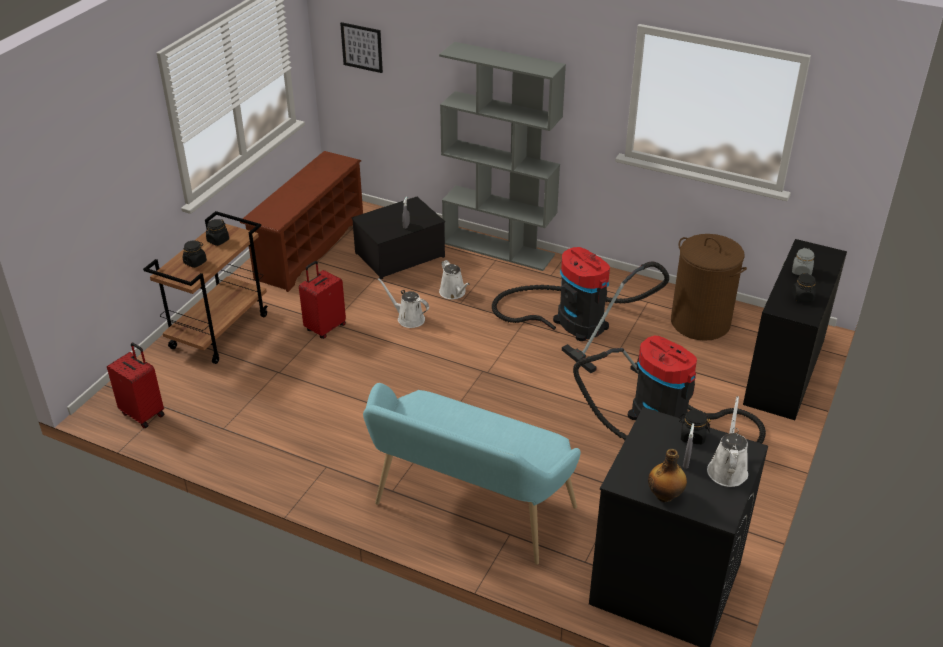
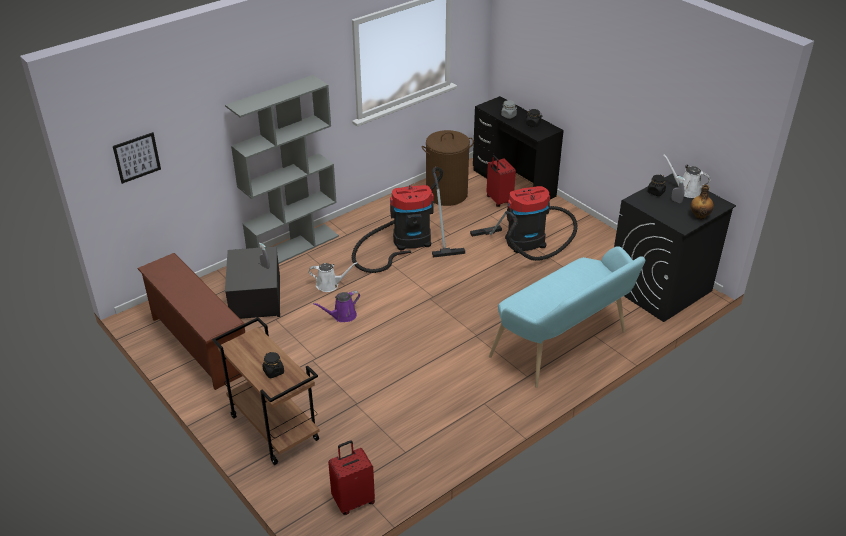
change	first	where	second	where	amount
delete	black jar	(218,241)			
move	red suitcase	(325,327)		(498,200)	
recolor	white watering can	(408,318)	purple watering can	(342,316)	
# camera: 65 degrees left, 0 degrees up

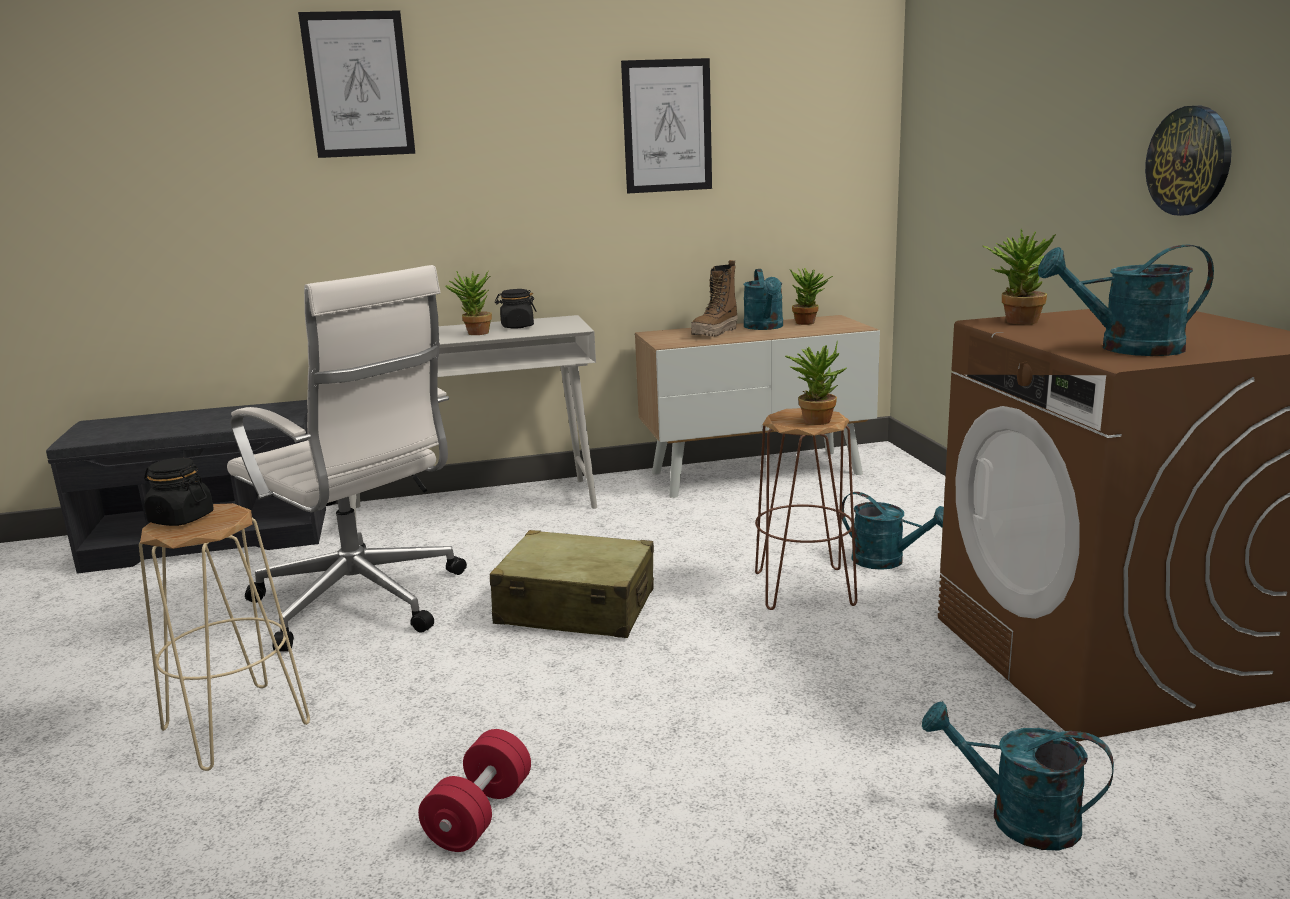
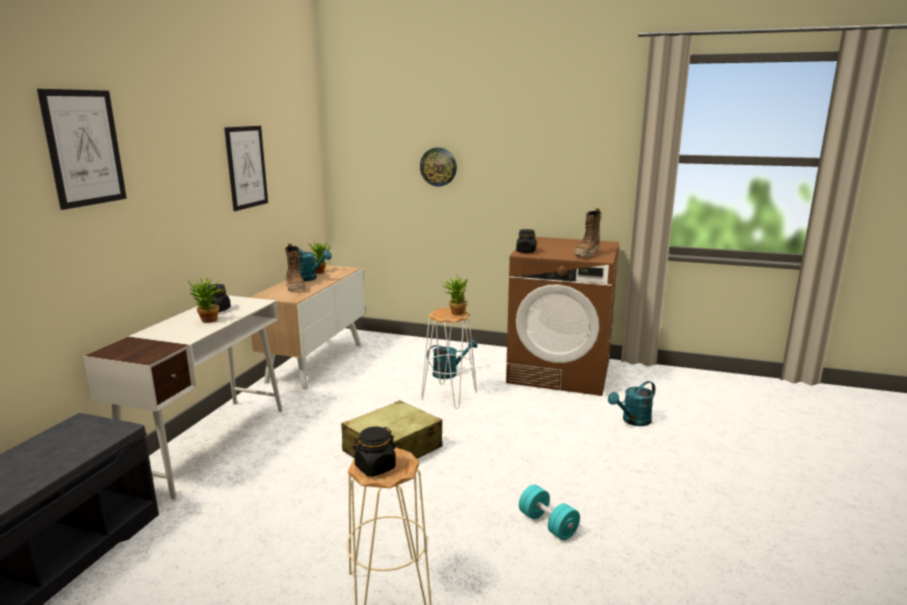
change	first	where	second	where	amount
move	wall clock	(1189,161)		(438,167)	
replace	potted plant	(1014,321)	black jar	(526,251)	
replace	turquoise watering can	(1126,348)	boot	(587,254)	
delete	white office chair	(362,603)			
recolor	brown stool	(803,589)	white stool	(449,396)	
recolor	red dumbbell	(479,815)	turquoise dumbbell	(548,524)	
# camera: 60 degrees left, 0 degrees up

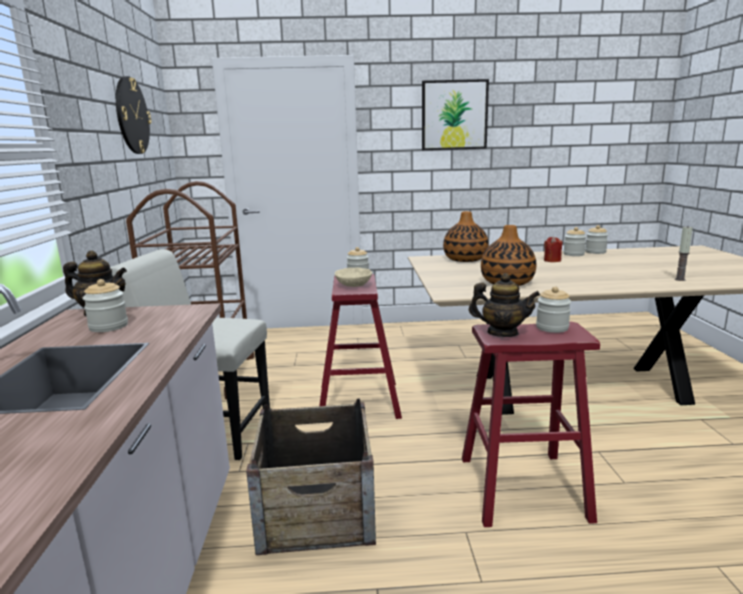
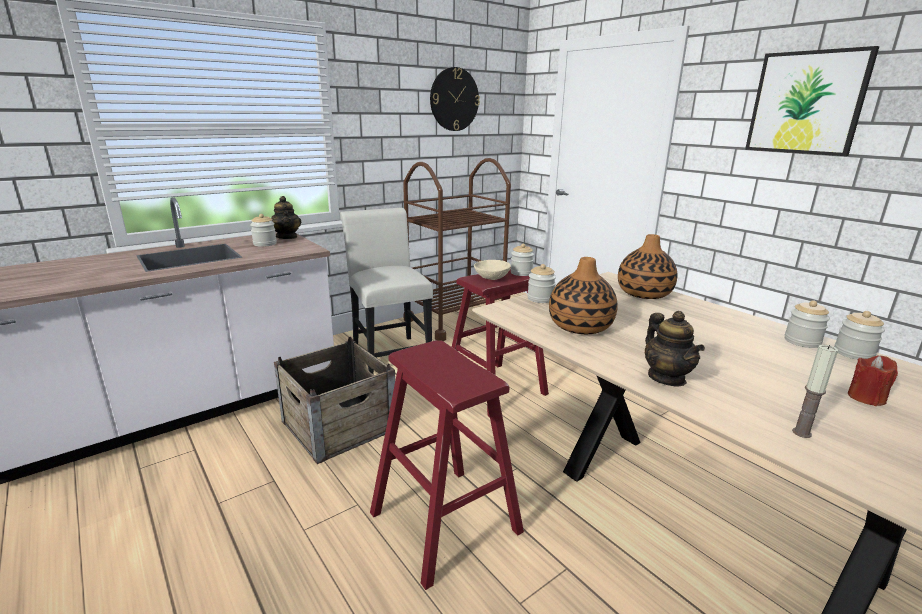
change	first	where	second	where	amount
move	red candle	(552,260)		(866,397)	
move	teapot	(502,333)		(666,378)	
move	jar	(552,327)		(540,298)	
# camera: 55 degrees right, 5 degrees up

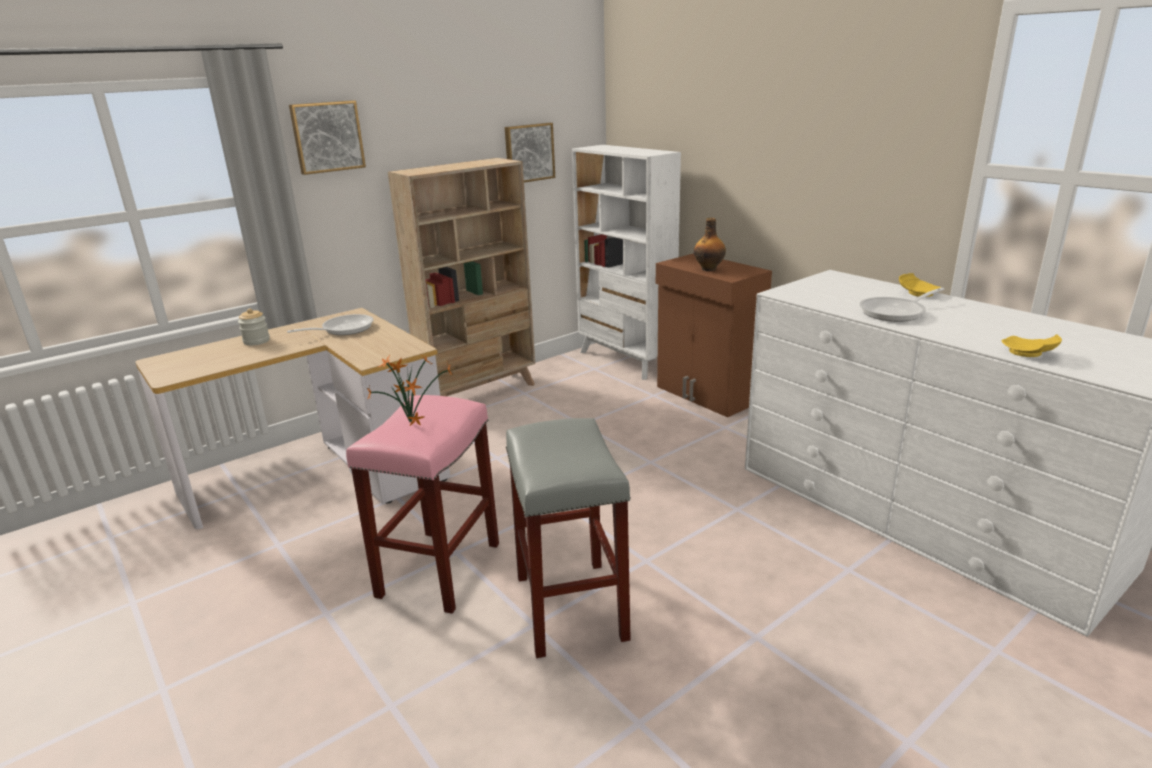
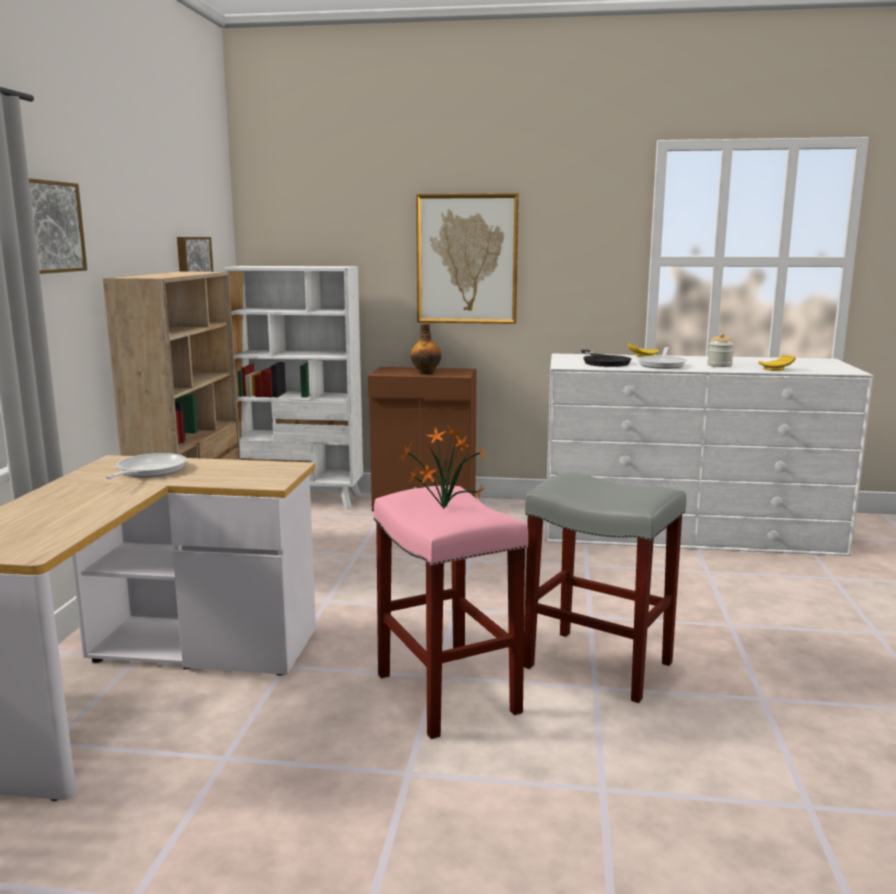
change	first	where	second	where	amount
move	jar	(256,341)		(719,365)	
insert			picture	(467,259)	
insert			black frying pan	(603,362)	
# camera: 45 degrees left, 10 degrees down

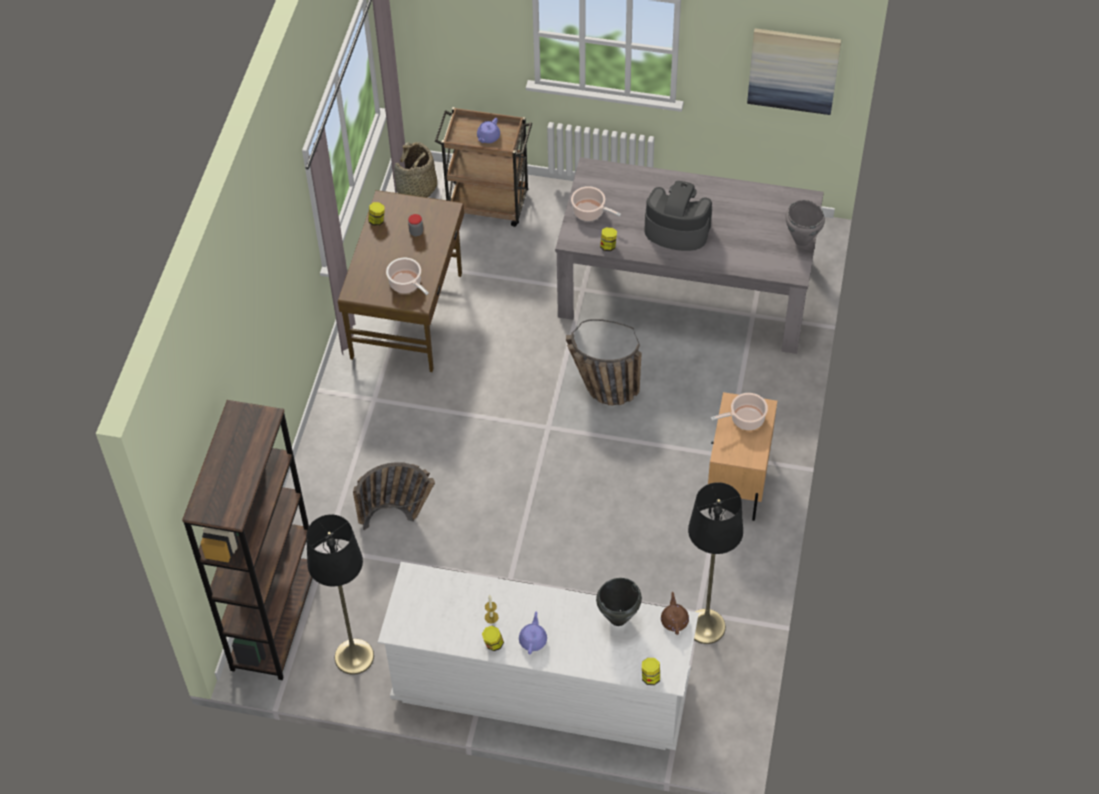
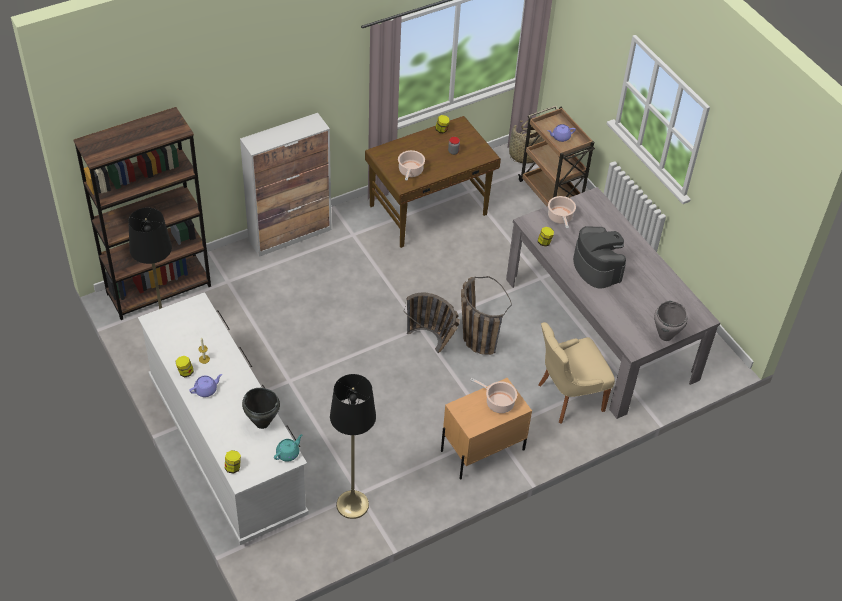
change	first	where	second	where	amount
delete	picture	(793,70)			
move	basket	(398,516)		(433,344)	
recolor	brown teapot	(674,620)	turquoise teapot	(288,453)	
insert			cabinet	(290,235)	
insert			beige chair	(568,397)	
# camera: 45 degrees right, 5 degrees down

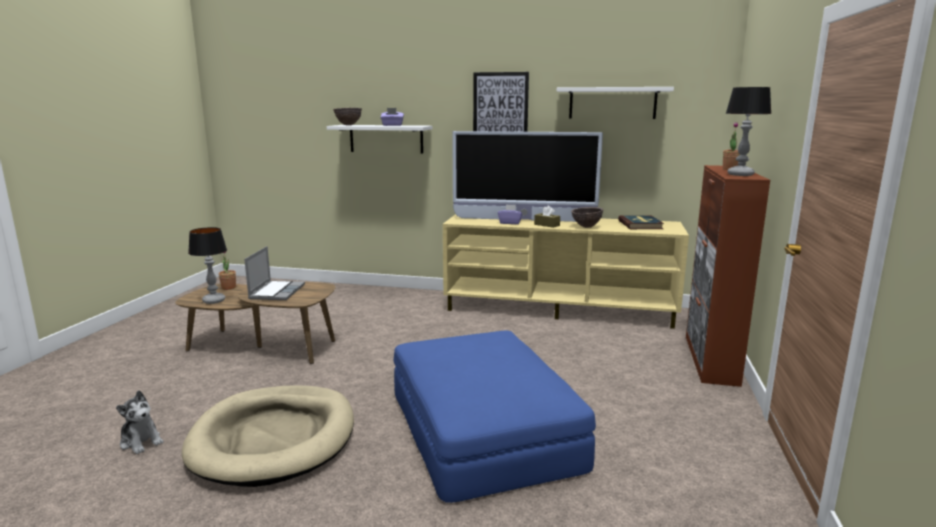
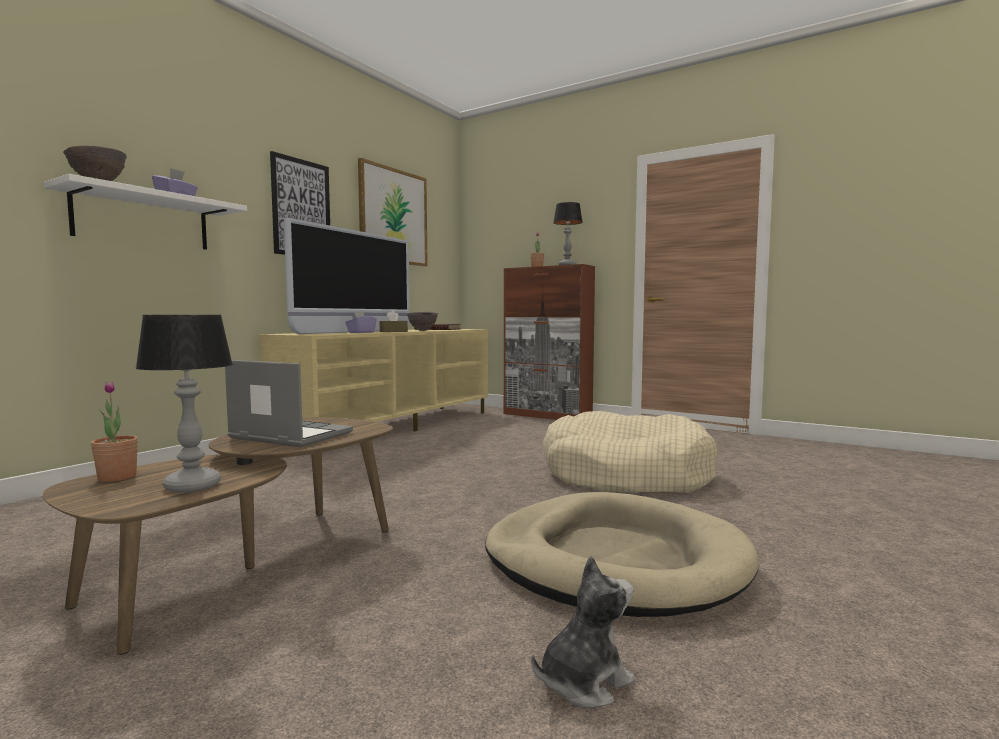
change	first	where	second	where	amount
replace	white shelf	(612,103)	picture	(393,216)	
replace	blue ottoman	(483,428)	beige dog bed	(625,474)	
# camera: 70 degrees left, 10 degrees down

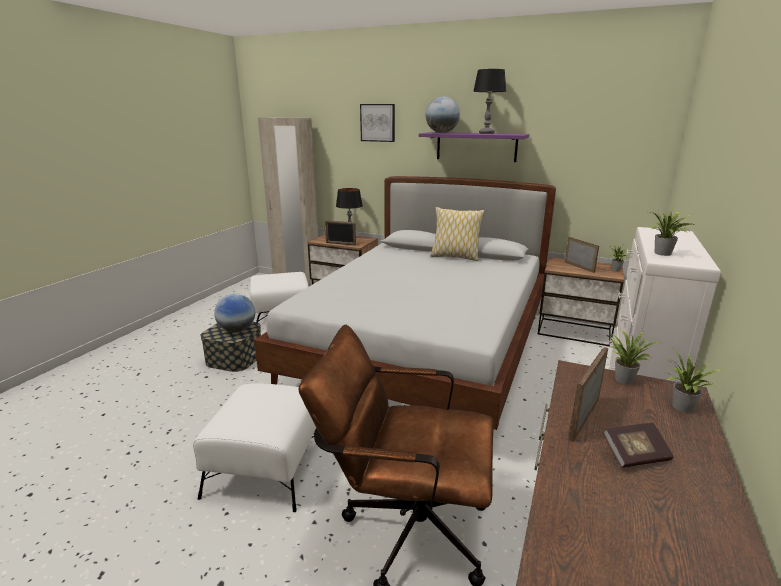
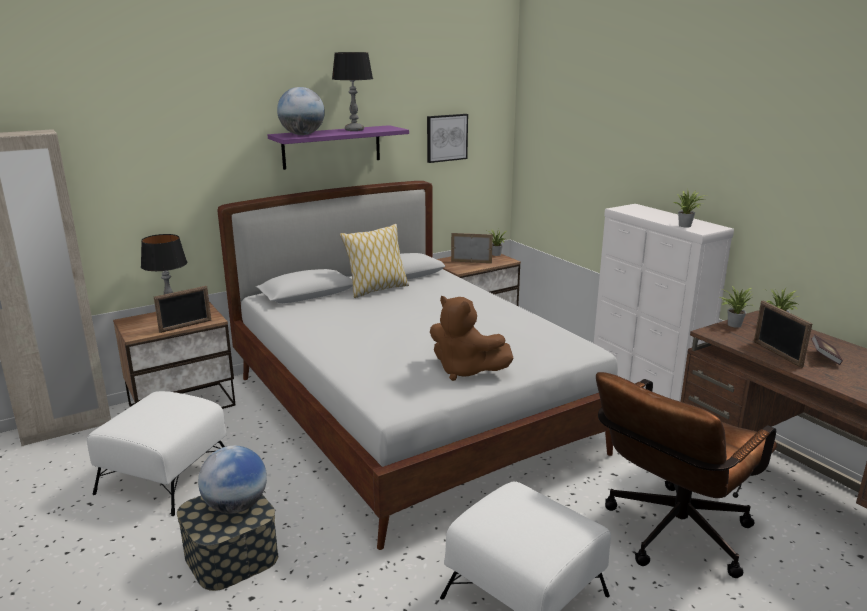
change	first	where	second	where	amount
move	picture	(378,122)		(446,137)	
insert			brown plush toy	(465,371)	
# camera: 55 degrees left, 0 degrees up

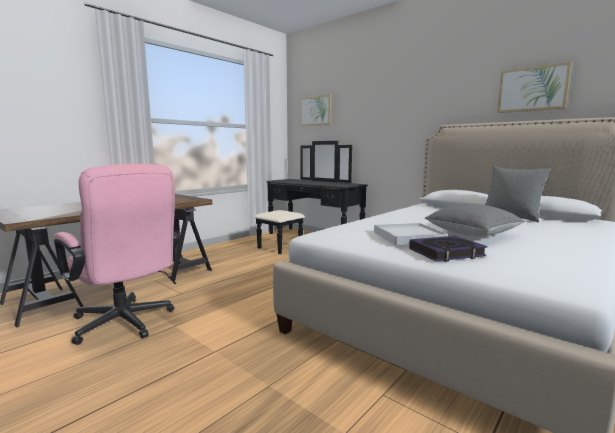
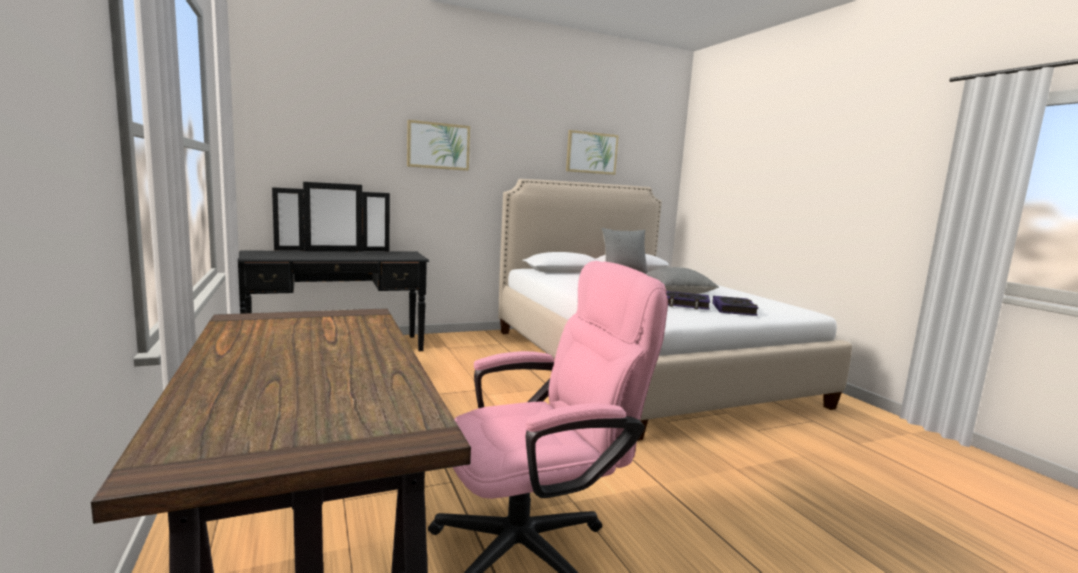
change	first	where	second	where	amount
move	picture	(316,111)		(438,146)	
replace	white tray	(408,237)	book	(685,304)	
# camera: 65 degrees left, 0 degrees up

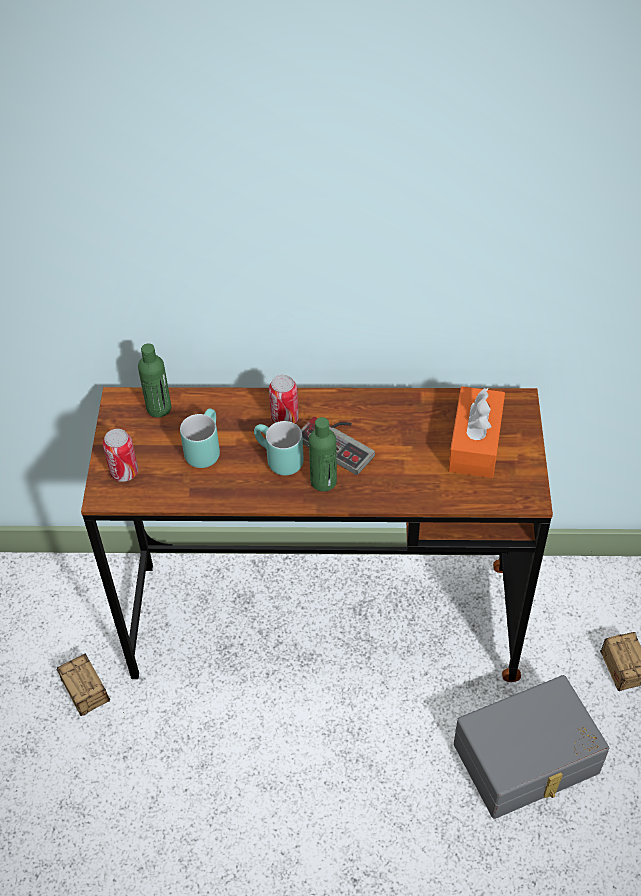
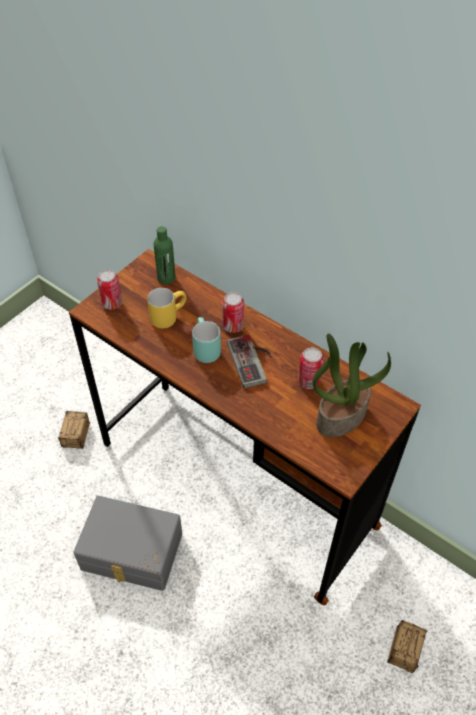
change	first	where	second	where	amount
replace	orange tissue box	(475,443)	potted plant	(341,415)	
recolor	turquoise mug	(203,449)	yellow mug	(167,316)	
delete	green bottle	(323,481)			
move	grey storage box	(528,760)		(131,553)	
insert			can	(308,381)	
# camera: 35 degrees right, 0 degrees up

